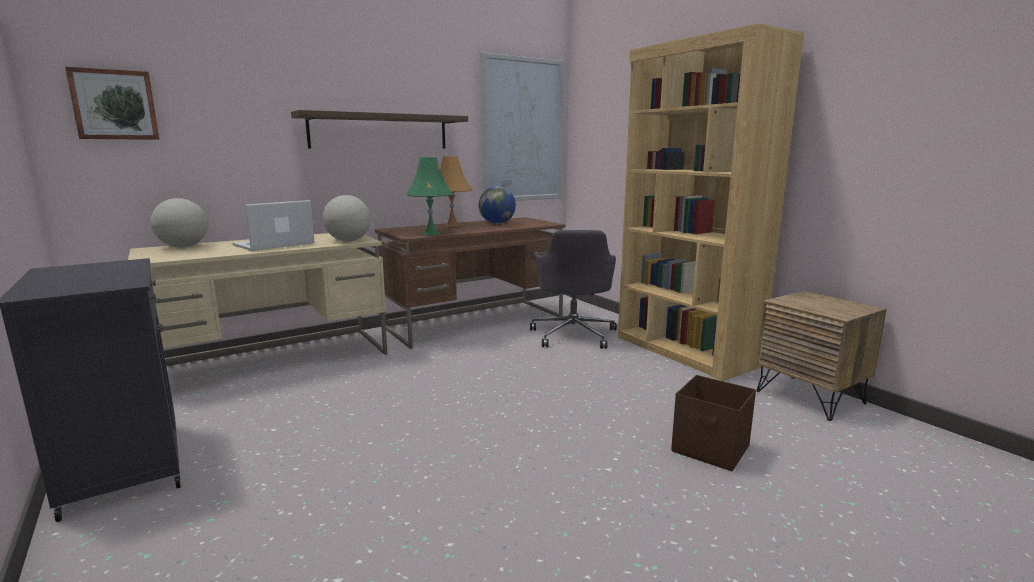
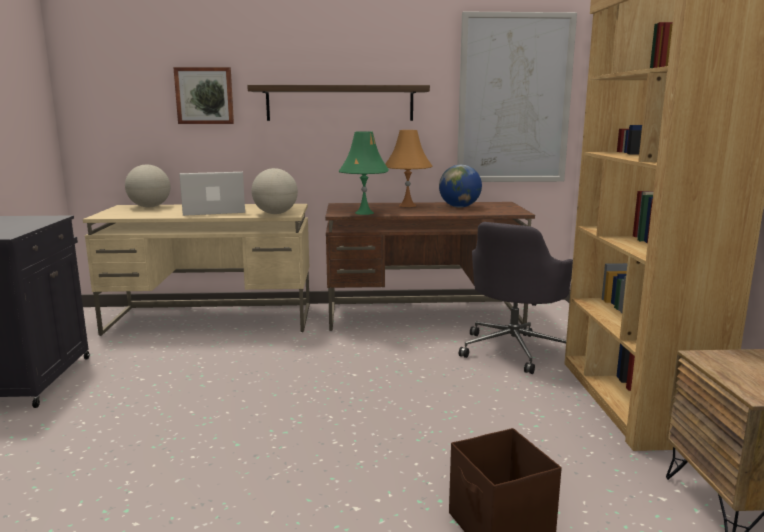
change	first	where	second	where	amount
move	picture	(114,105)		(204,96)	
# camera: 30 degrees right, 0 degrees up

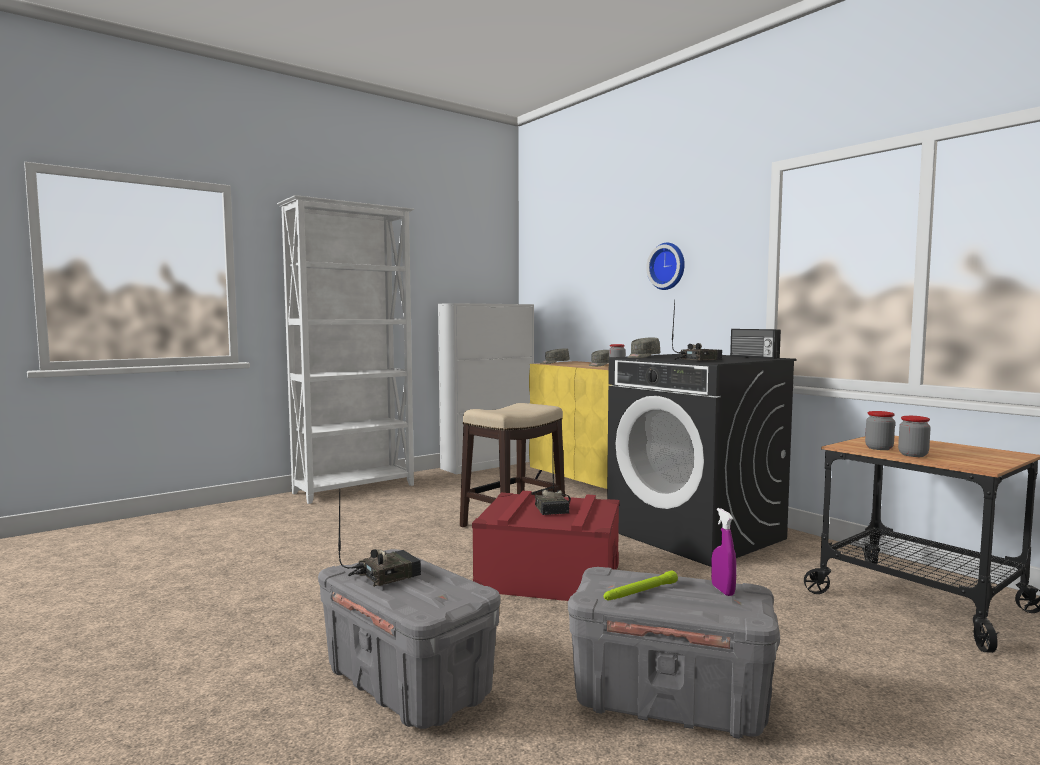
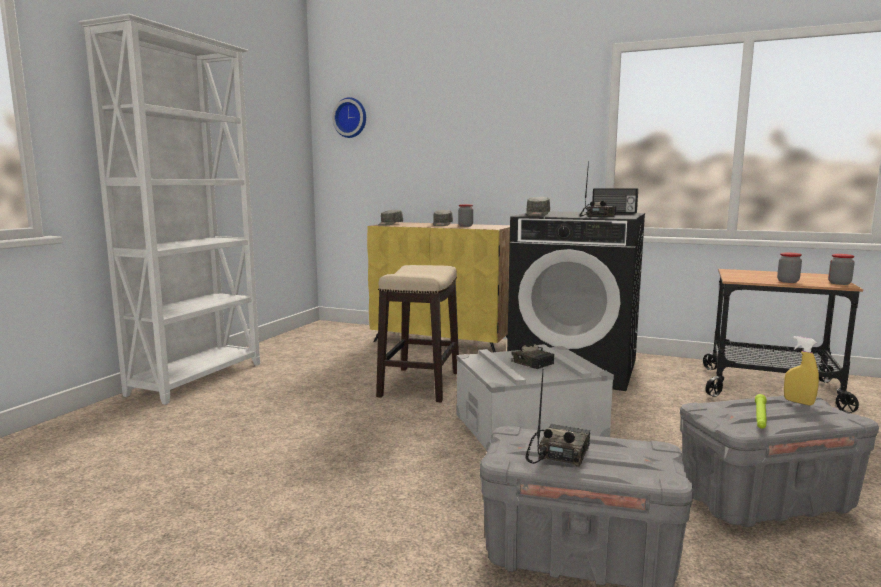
change	first	where	second	where	amount
move	wall clock	(668,266)		(351,118)	
delete	white cabinet	(488,464)			
move	jar	(879,448)		(839,283)	
recolor	red storage box	(549,577)	grey storage box	(529,426)	
recolor	purple spray bottle	(722,590)	yellow spray bottle	(798,402)	
# camera: 30 degrees left, 5 degrees up

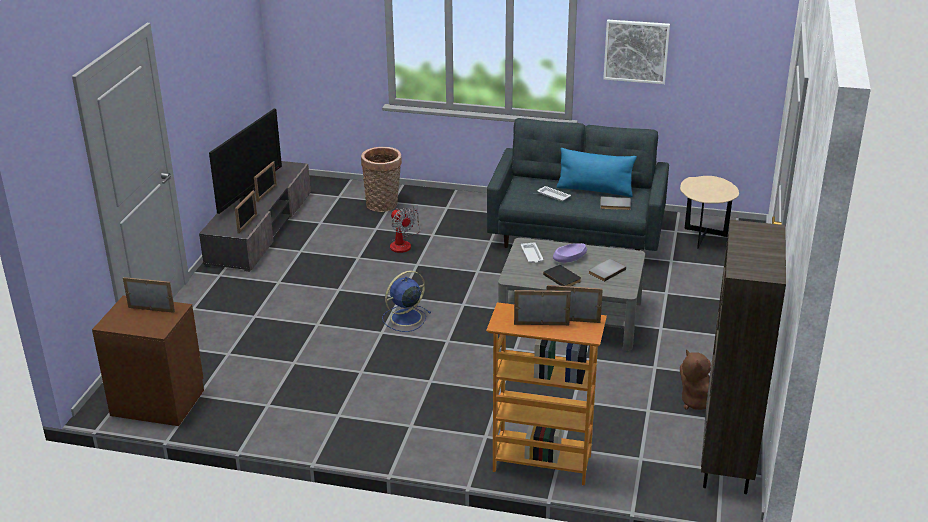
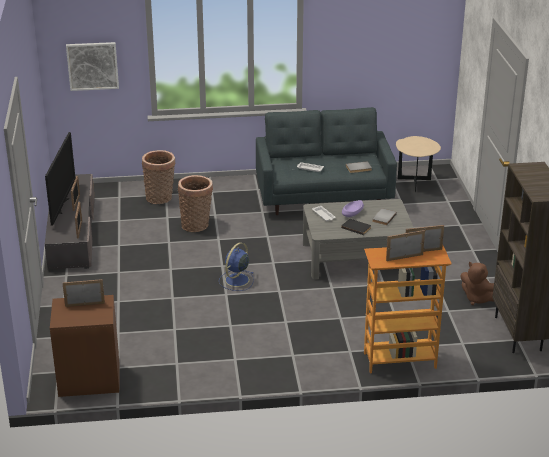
change	first	where	second	where	amount
move	picture	(636,51)		(92,66)	
delete	blue pillow	(595,190)			
replace	fan	(403,243)	basket	(196,225)	
# camera: 20 degrees left, 0 degrees up

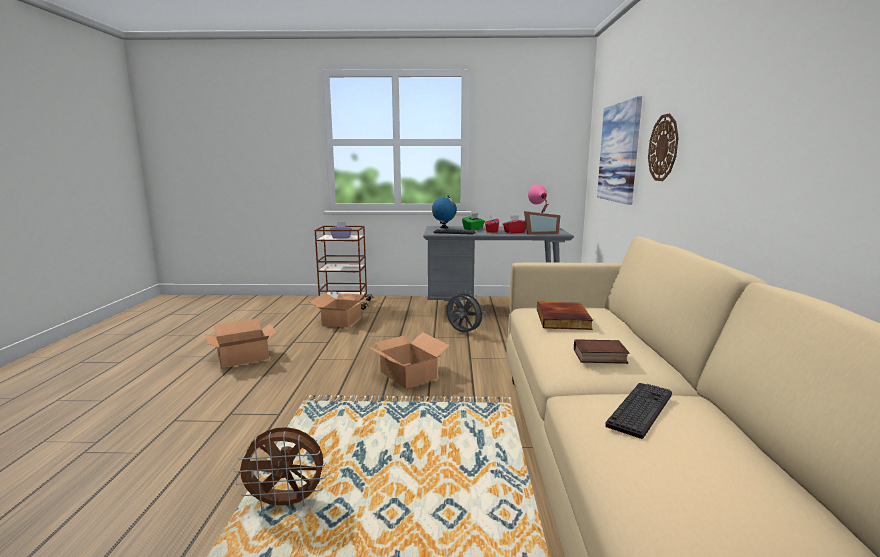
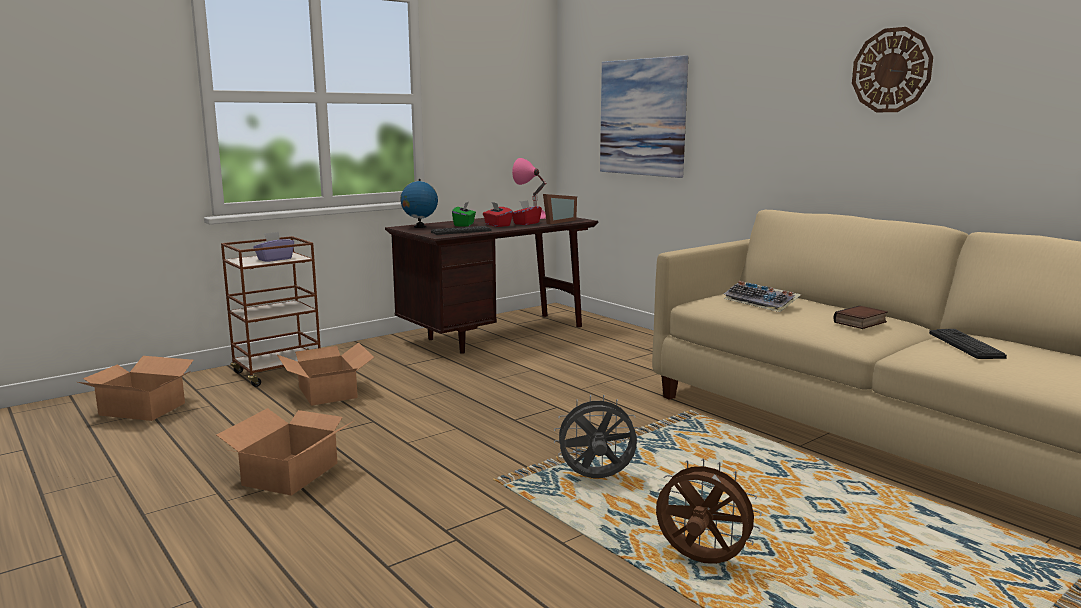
change	first	where	second	where	amount
move	wall clock	(663,148)		(891,70)	
recolor	grey desk	(493,310)	brown desk	(496,335)	
move	grey fan	(463,333)		(596,479)	
replace	book	(564,319)	keyboard	(762,303)	
move	cardboard box	(408,375)		(142,409)	
rotate	brown fan	(286,503)		(700,562)	105 degrees counterclockwise
# camera: 40 degrees left, 0 degrees up

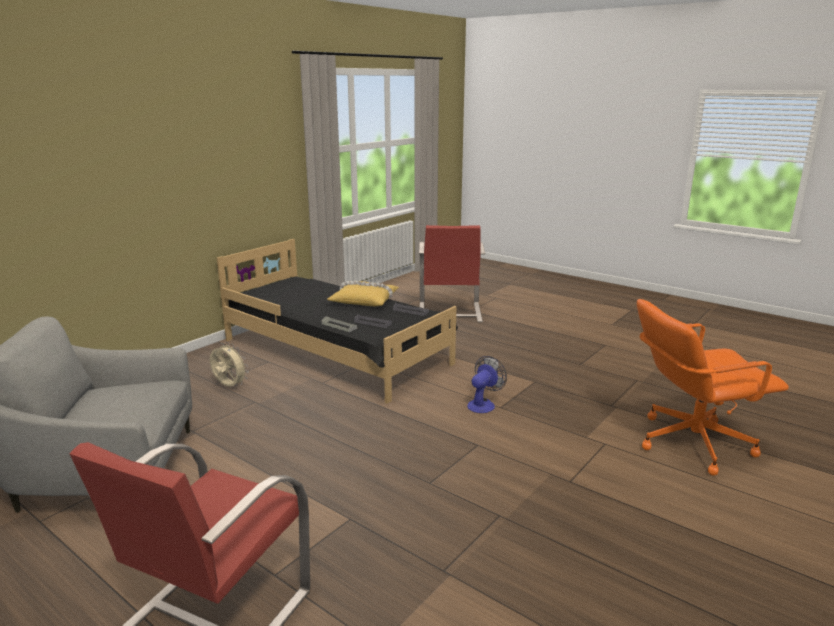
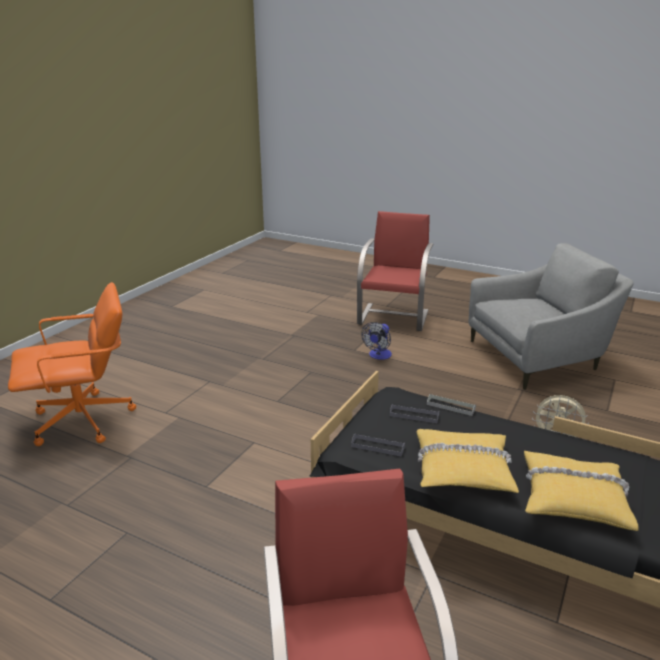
change	first	where	second	where	amount
move	fan	(483,404)		(378,356)	
insert			yellow pillow	(573,498)	
# camera: 170 degrees right, 5 degrees up

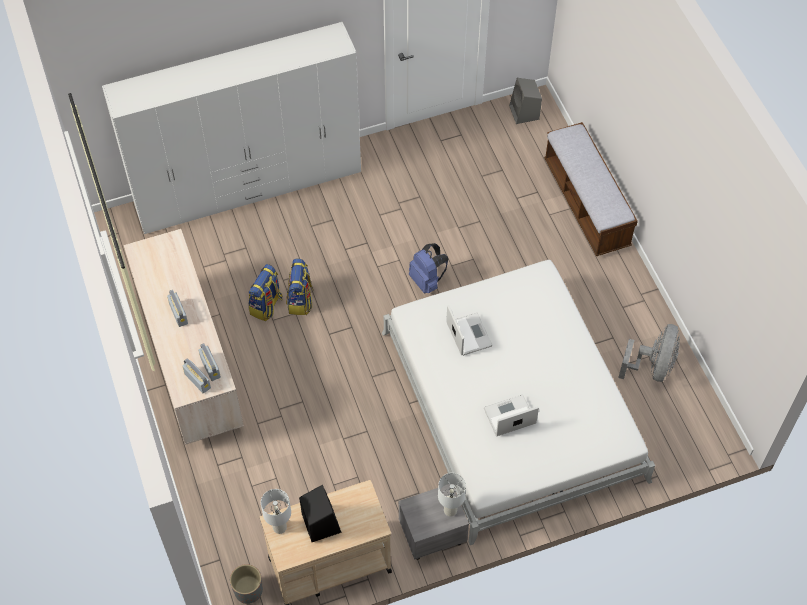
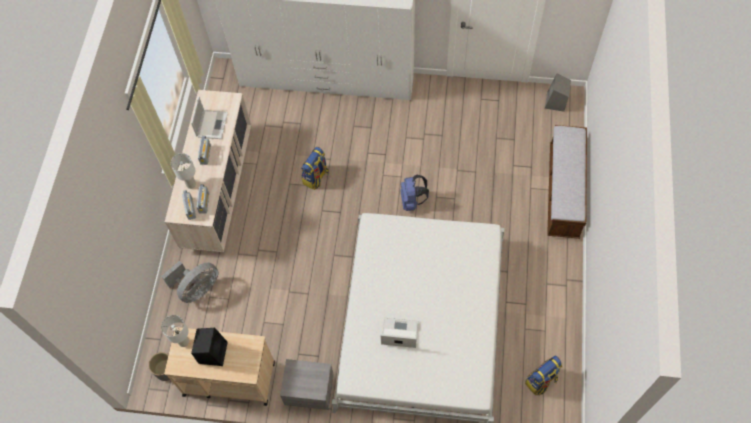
change	first	where	second	where	amount
move	backpack	(266,306)		(541,381)	
move	laptop	(468,333)		(212,124)	
move	grey fan	(652,367)		(197,288)	
move	white table lamp	(450,510)		(191,184)	
# camera: 30 degrees right, 5 degrees up

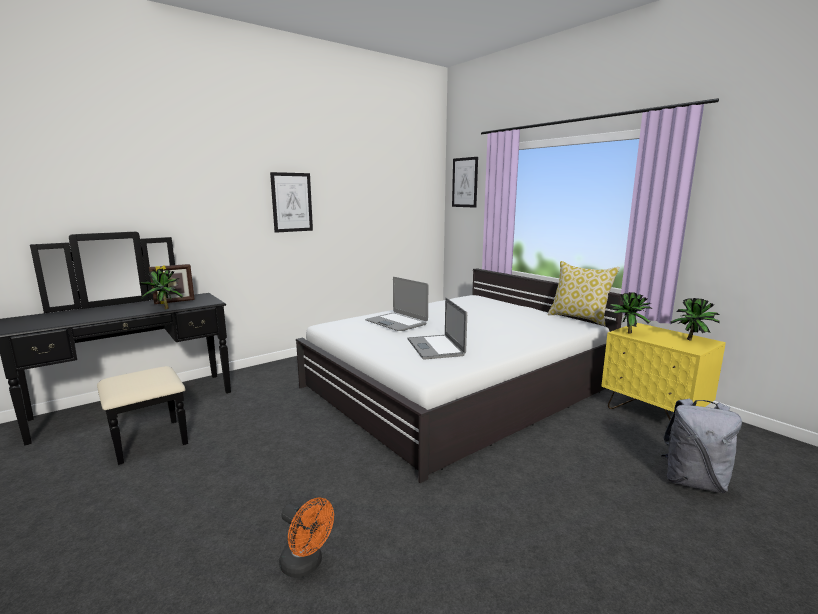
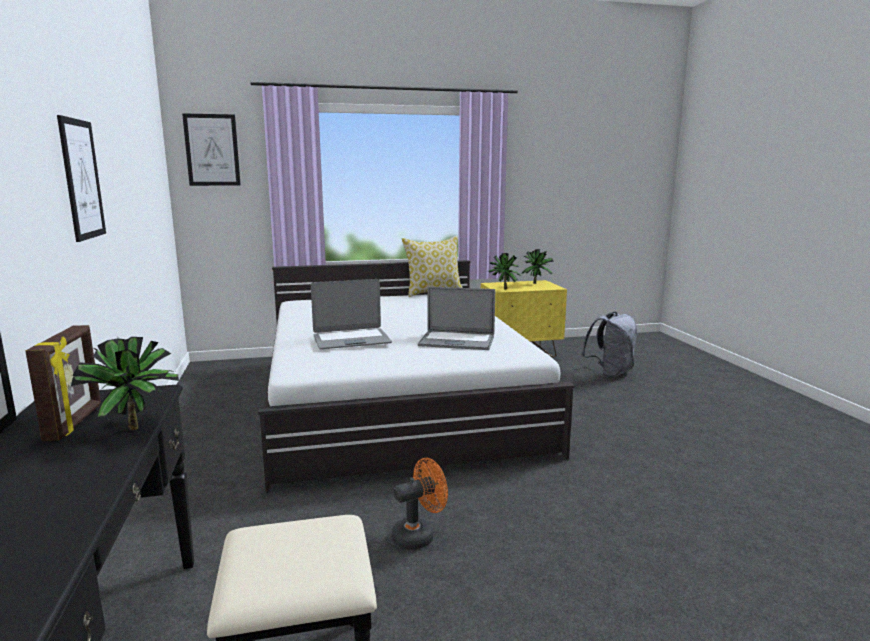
change	first	where	second	where	amount
move	orange fan	(306,565)		(419,535)	
# camera: 65 degrees left, 0 degrees up

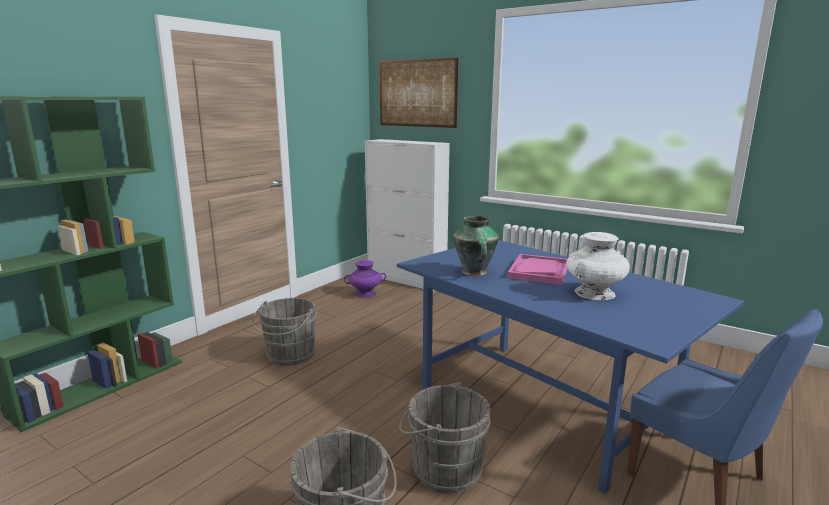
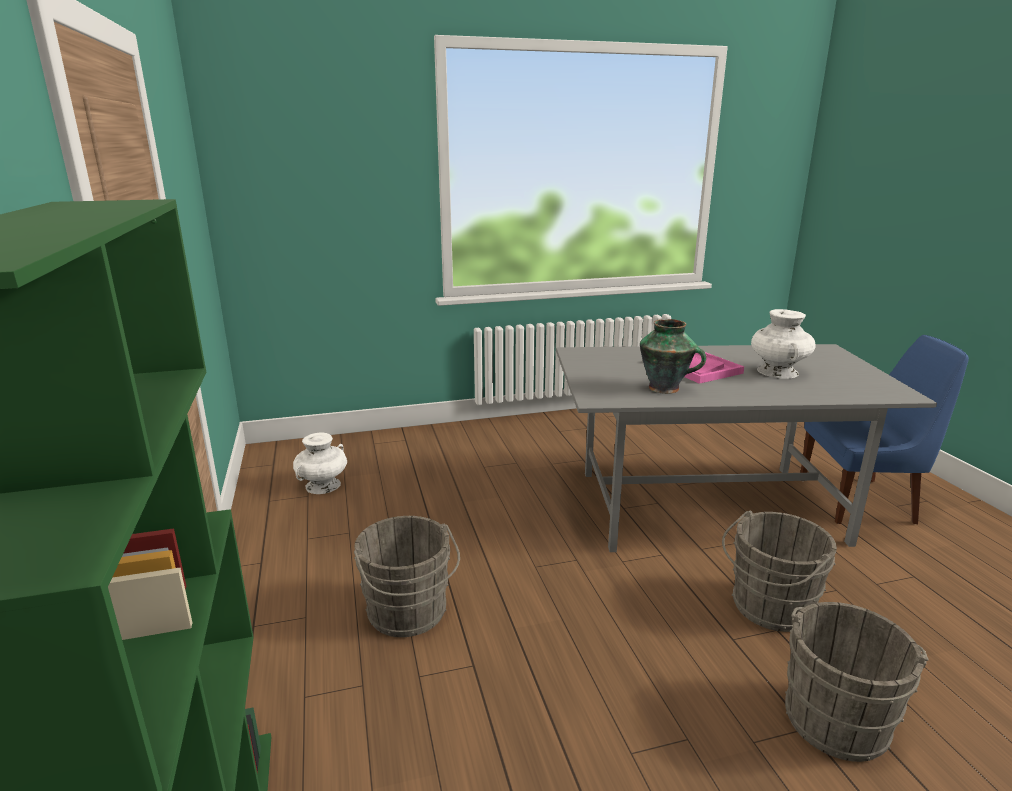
change	first	where	second	where	amount
delete	picture	(417,93)			
delete	white cabinet	(406,279)			
recolor	blue dining table	(544,404)	grey dining table	(708,505)	
recolor	purple vase	(365,294)	white vase	(323,485)	
# camera: 50 degrees left, 5 degrees up

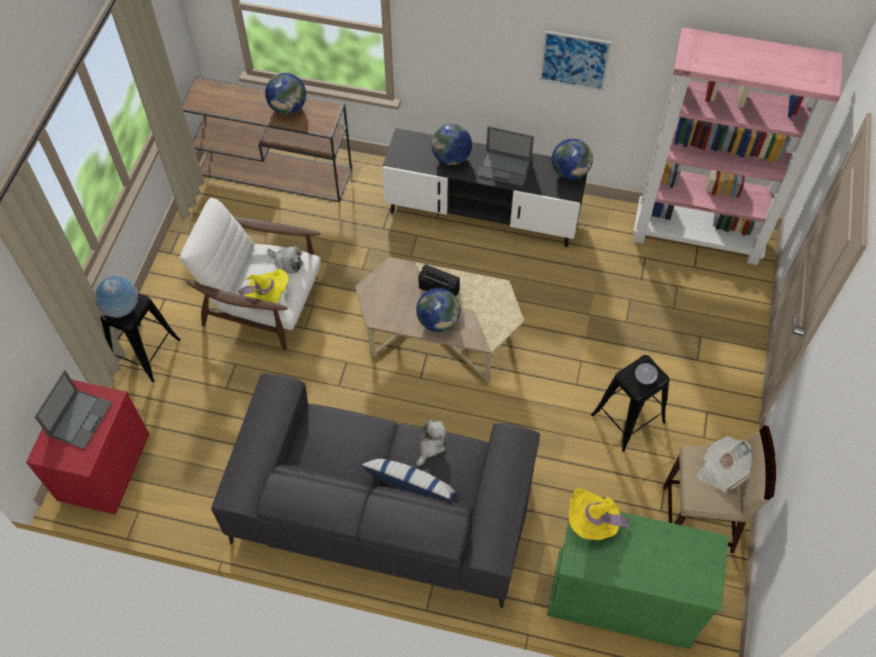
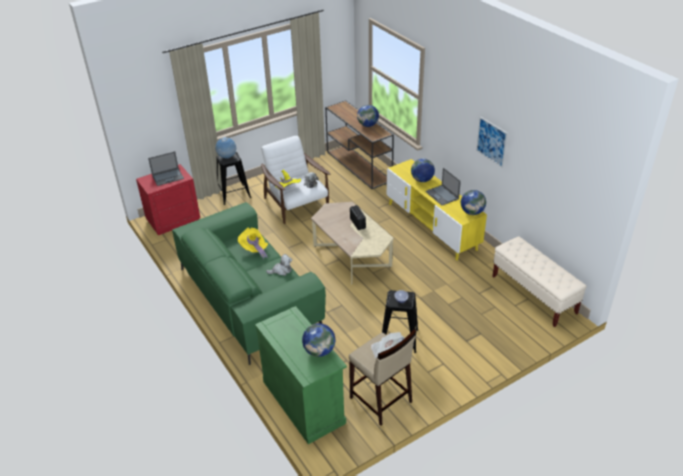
change	first	where	second	where	amount
replace	pink bookcase	(698,236)	beige bench	(533,295)	
recolor	black tv stand	(482,212)	yellow tv stand	(431,226)	
move	globe	(438,321)		(319,351)	
recolor	grey sofa	(382,508)	green sofa	(249,297)	
delete	pillow	(410,486)			
move	yellow hat	(593,523)		(254,250)	
# camera: 45 degrees right, 20 degrees down

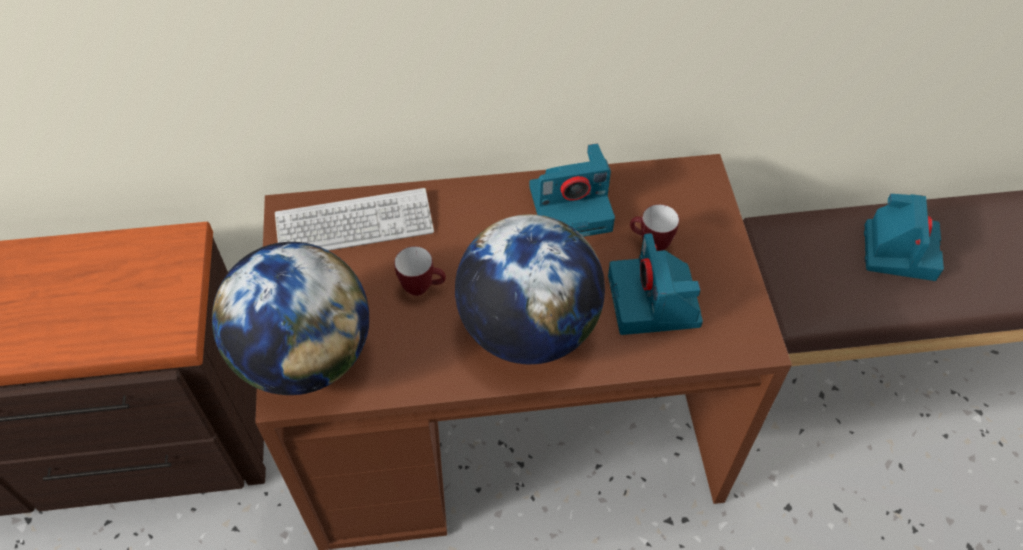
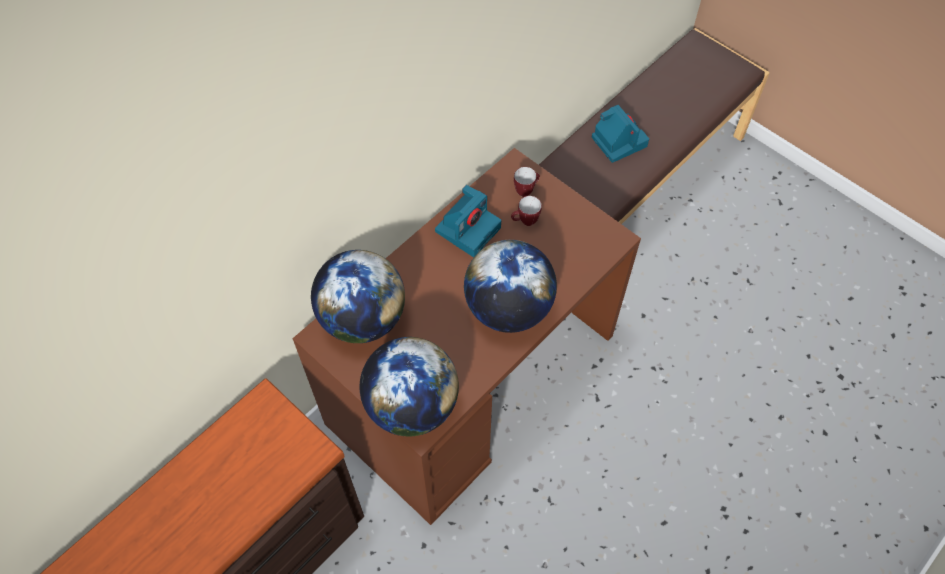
change	first	where	second	where	amount
replace	keyboard	(354,225)	globe	(363,318)	
delete	photo camera	(655,302)			
move	mug	(422,288)		(526,190)	
# camera: 40 degrees left, 5 degrees up

